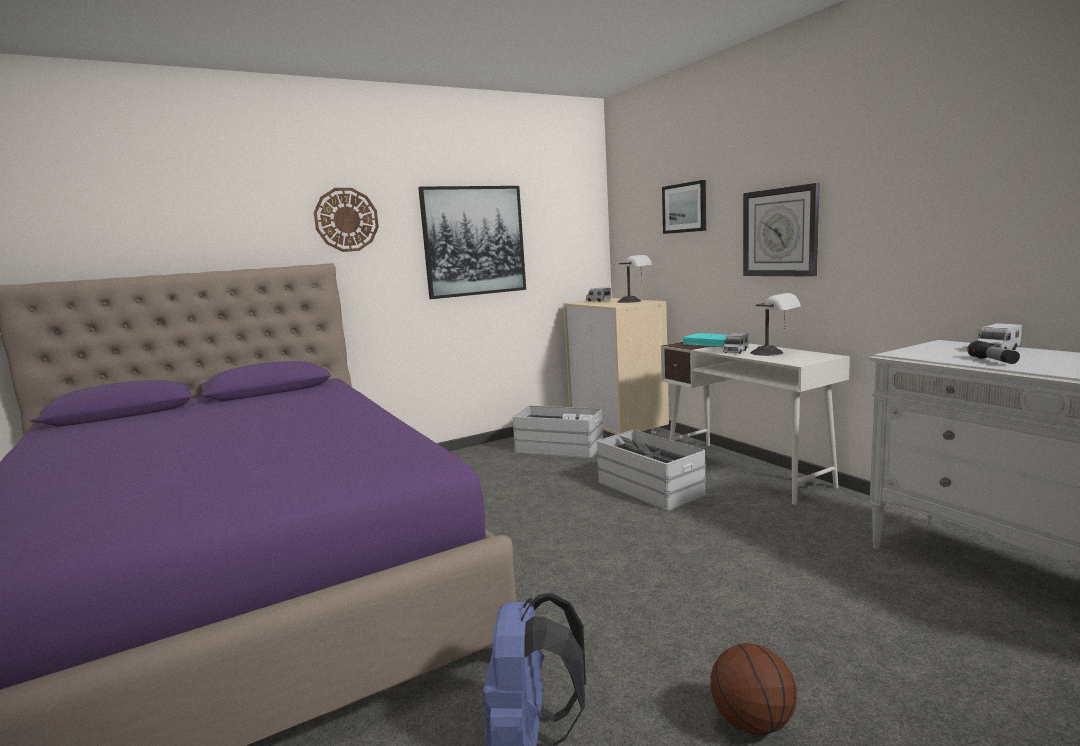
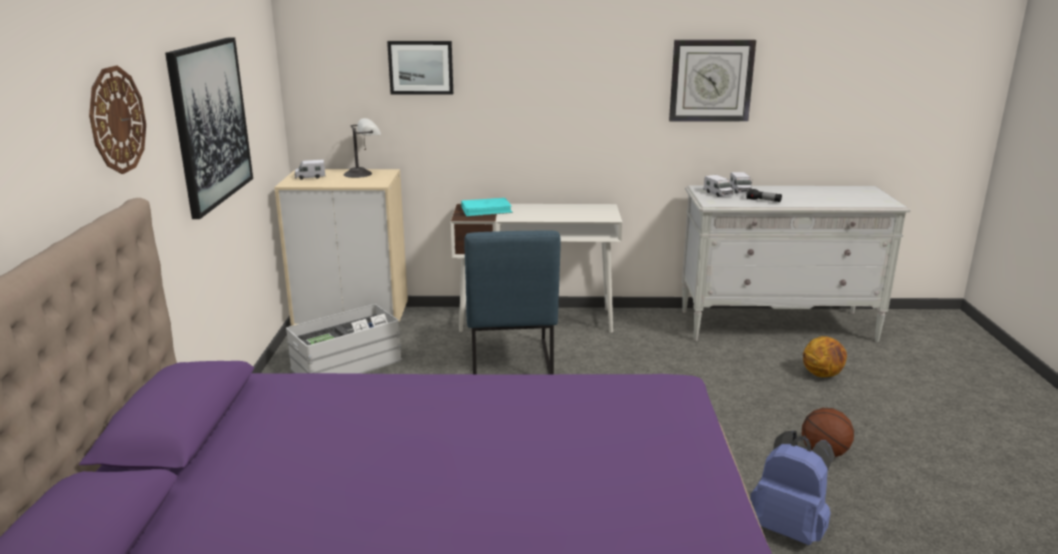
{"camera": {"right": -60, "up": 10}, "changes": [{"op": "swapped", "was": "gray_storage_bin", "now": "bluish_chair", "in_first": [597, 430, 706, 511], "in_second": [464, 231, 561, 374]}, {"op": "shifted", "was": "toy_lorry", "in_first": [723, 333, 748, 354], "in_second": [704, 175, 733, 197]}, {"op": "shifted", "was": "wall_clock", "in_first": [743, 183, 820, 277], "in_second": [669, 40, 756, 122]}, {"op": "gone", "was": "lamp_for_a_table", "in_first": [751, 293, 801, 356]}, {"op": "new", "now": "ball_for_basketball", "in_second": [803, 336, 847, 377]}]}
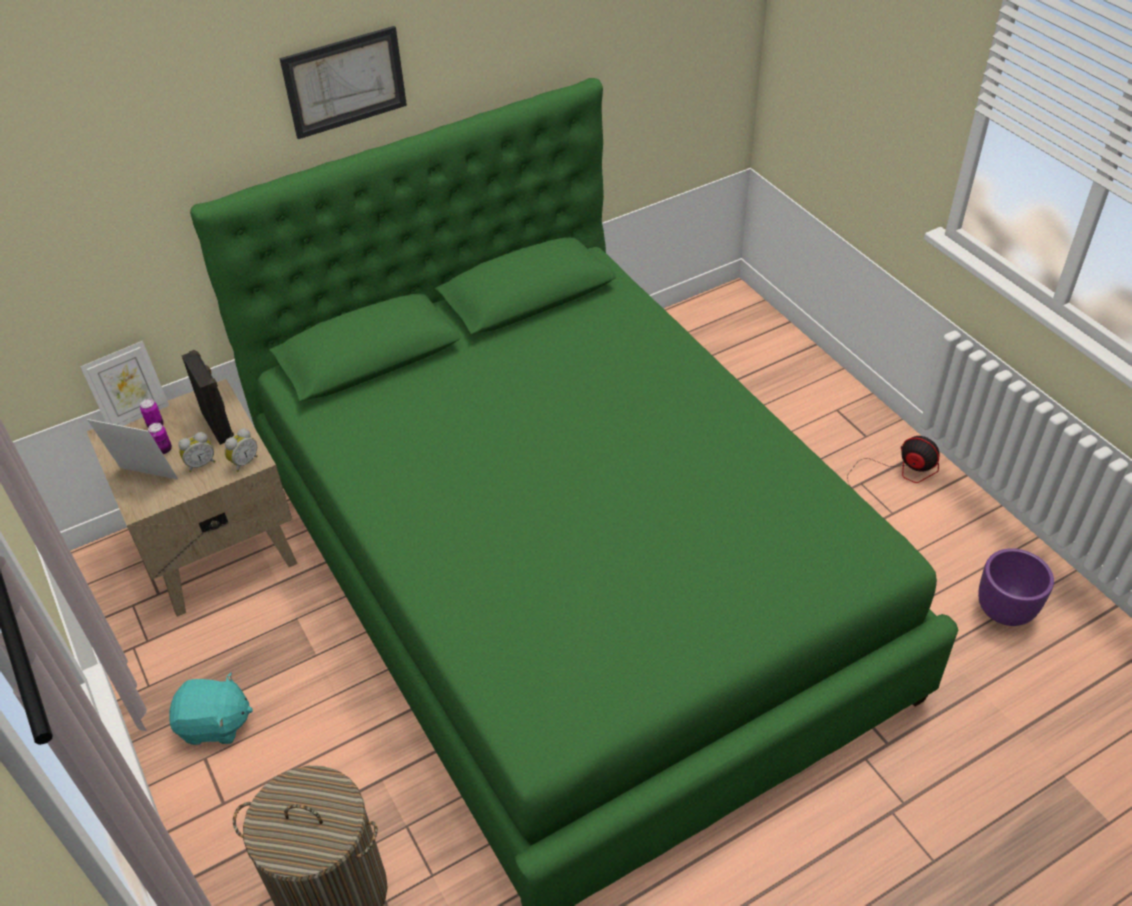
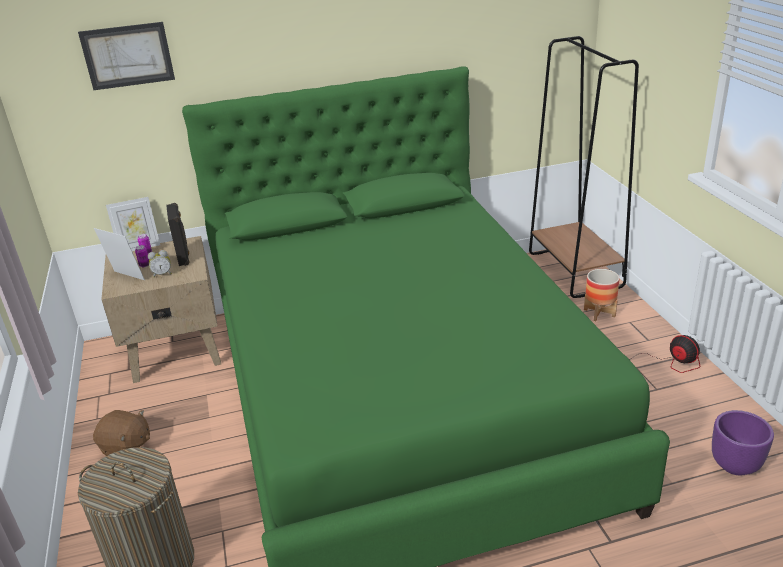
{"camera": {"right": 15, "up": -15}, "changes": [{"op": "repainted", "was": "blue-green_soft_toy", "now": "brown-coloured_soft_toy", "in_first": [169, 673, 253, 745], "in_second": [93, 410, 150, 456]}, {"op": "gone", "was": "alarm_clock", "in_first": [225, 428, 258, 472]}, {"op": "shifted", "was": "wall_picture", "in_first": [280, 26, 407, 139], "in_second": [78, 22, 175, 90]}, {"op": "new", "now": "garment_stand", "in_second": [529, 36, 639, 298]}, {"op": "new", "now": "planter", "in_second": [584, 269, 620, 321]}]}
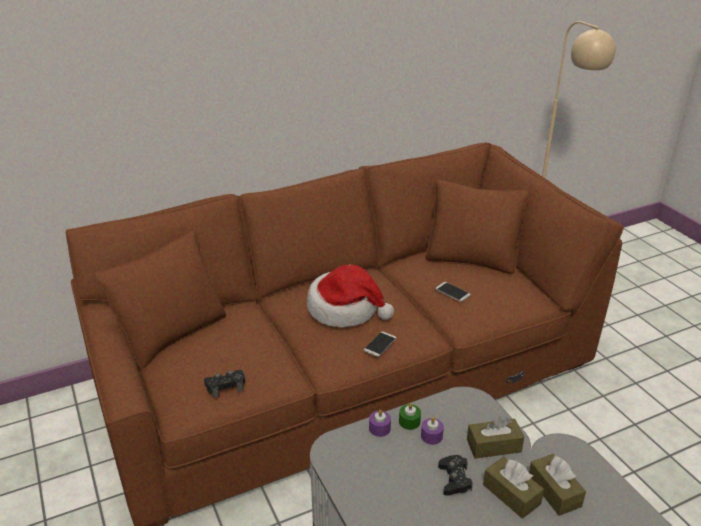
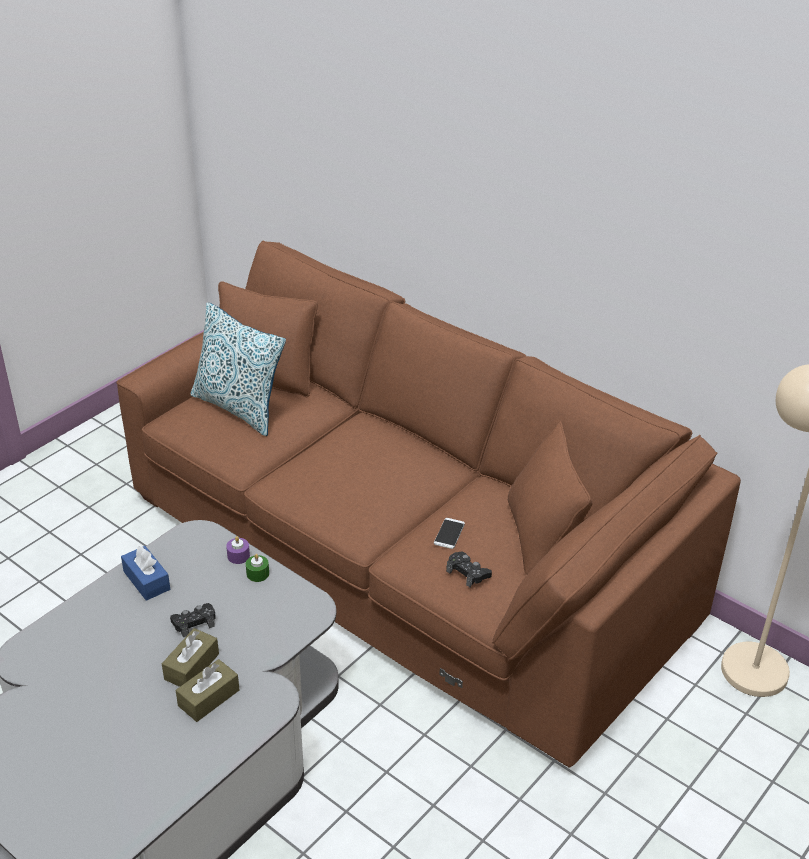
{"camera": {"right": 65, "up": 5}, "changes": [{"op": "shifted", "was": "blackish_joypad", "in_first": [204, 370, 245, 398], "in_second": [446, 552, 492, 587]}, {"op": "gone", "was": "clothing_hat", "in_first": [307, 264, 394, 327]}, {"op": "gone", "was": "telephone", "in_first": [364, 331, 396, 357]}, {"op": "gone", "was": "purplish_wax_candle", "in_first": [421, 417, 444, 445]}, {"op": "gone", "was": "brown-coloured_box_of_tissues", "in_first": [467, 417, 524, 459]}, {"op": "new", "now": "bluish_box_of_tissues", "in_second": [121, 546, 170, 601]}, {"op": "new", "now": "pillow", "in_second": [191, 302, 286, 436]}]}
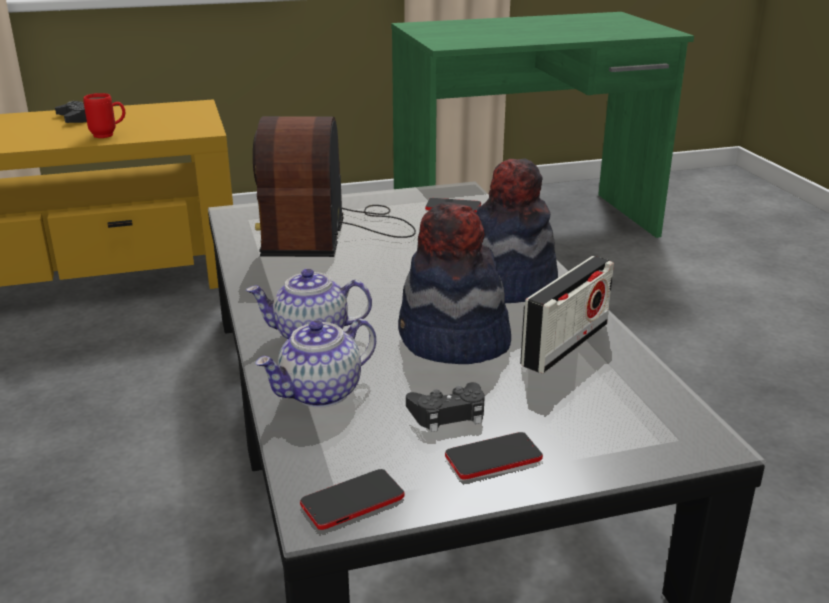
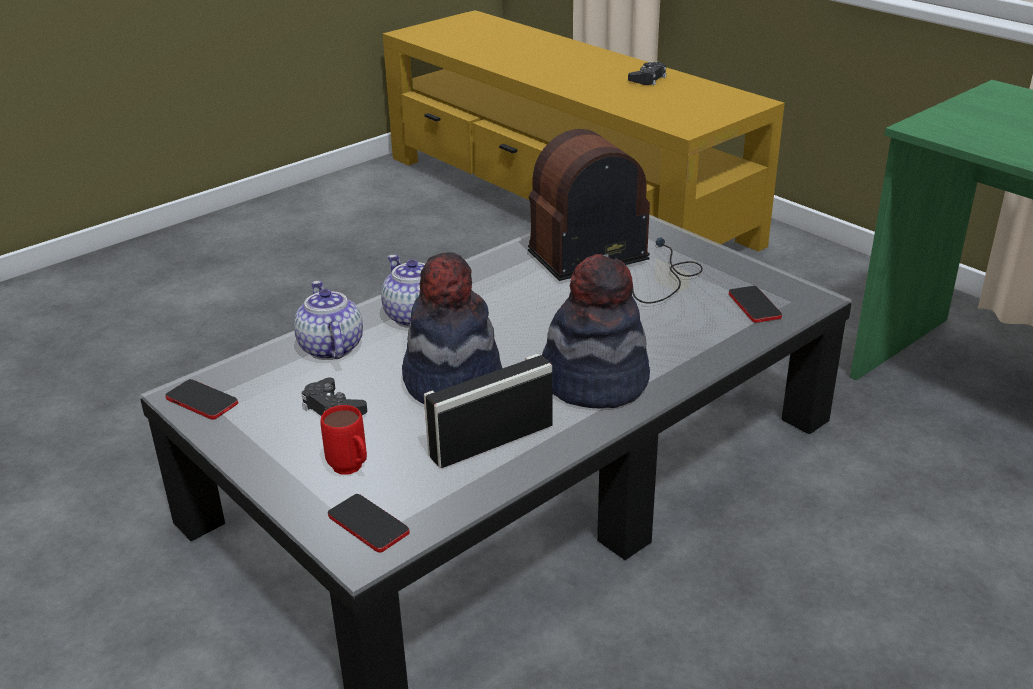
{"camera": {"right": 65, "up": 5}, "changes": [{"op": "shifted", "was": "reddish_coffee_mug", "in_first": [83, 93, 126, 138], "in_second": [320, 405, 367, 475]}, {"op": "rotated", "was": "teapot", "in_first": [255, 319, 376, 408], "in_second": [294, 281, 363, 360], "clockwise": 45}, {"op": "shifted", "was": "telephone", "in_first": [445, 432, 543, 480], "in_second": [328, 494, 410, 552]}, {"op": "rotated", "was": "radio", "in_first": [520, 256, 614, 374], "in_second": [424, 354, 552, 468], "clockwise": 135}]}
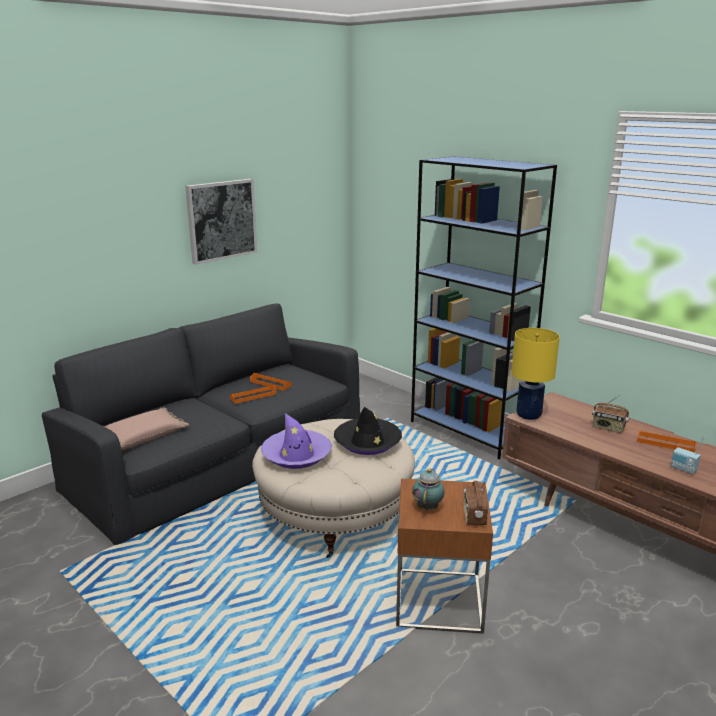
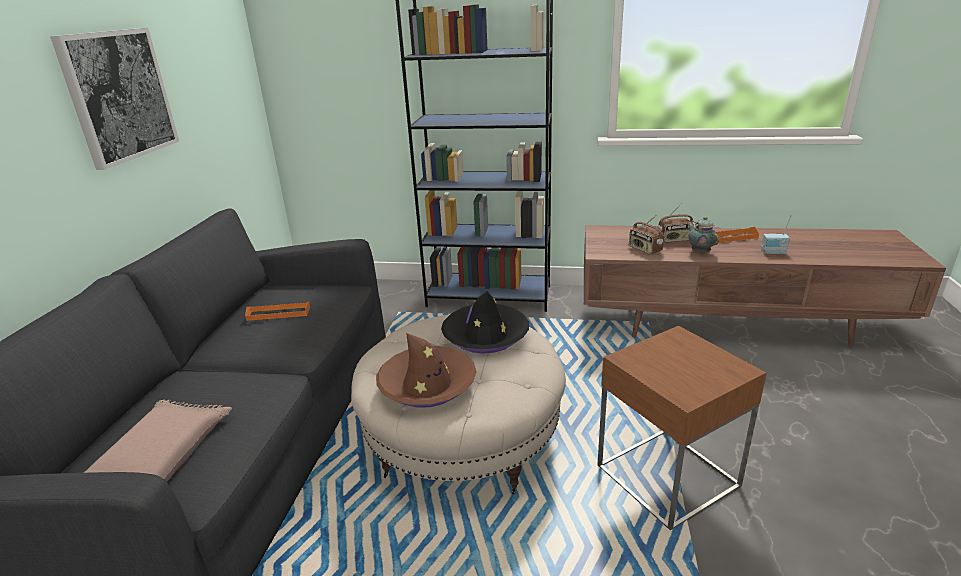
{"camera": {"right": -35, "up": 5}, "changes": [{"op": "gone", "was": "orange-coloured_tray", "in_first": [230, 385, 276, 404]}, {"op": "repainted", "was": "purplish_clothing_hat", "now": "brown-coloured_clothing_hat", "in_first": [261, 413, 332, 469], "in_second": [376, 333, 476, 408]}, {"op": "shifted", "was": "teapot", "in_first": [412, 468, 445, 510], "in_second": [687, 216, 719, 254]}, {"op": "shifted", "was": "radio", "in_first": [463, 481, 488, 525], "in_second": [629, 214, 664, 254]}, {"op": "gone", "was": "yellow_lamp_for_a_table", "in_first": [511, 328, 560, 420]}]}
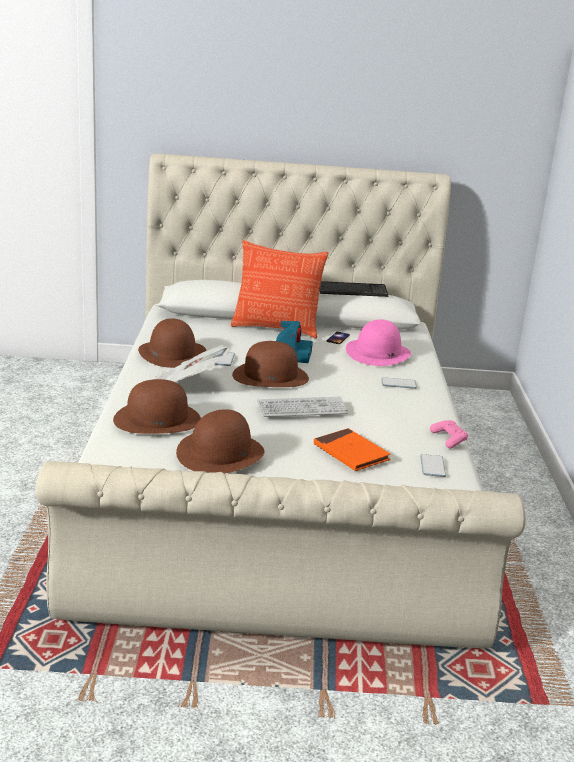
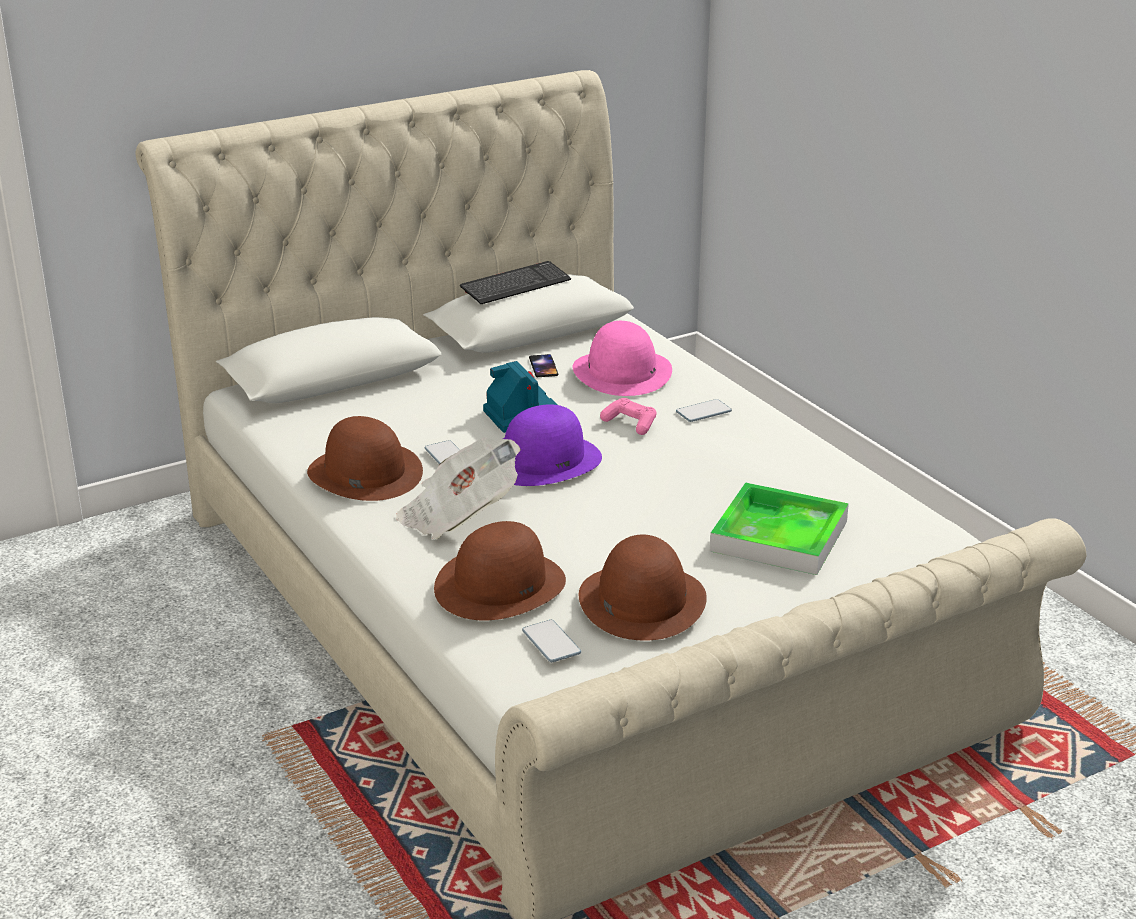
{"camera": {"right": -30, "up": 5}, "changes": [{"op": "gone", "was": "orange-coloured_pillow", "in_first": [231, 240, 328, 339]}, {"op": "repainted", "was": "brown-coloured_clothing_hat", "now": "purplish_clothing_hat", "in_first": [232, 341, 309, 387], "in_second": [503, 404, 602, 486]}, {"op": "gone", "was": "keyboard", "in_first": [257, 397, 349, 417]}, {"op": "swapped", "was": "orange-coloured_book", "now": "tray", "in_first": [314, 428, 391, 471], "in_second": [710, 482, 849, 575]}, {"op": "shifted", "was": "telephone", "in_first": [420, 454, 446, 477], "in_second": [522, 620, 581, 662]}, {"op": "shifted", "was": "pinkish_joypad", "in_first": [430, 420, 468, 449], "in_second": [600, 398, 657, 435]}]}
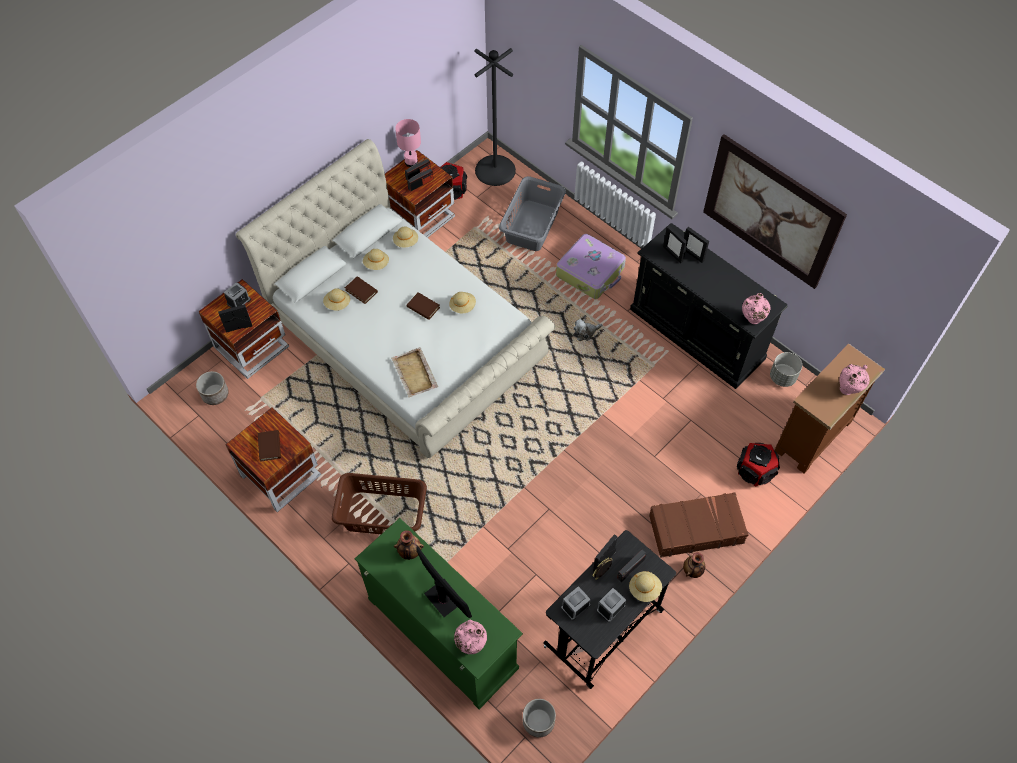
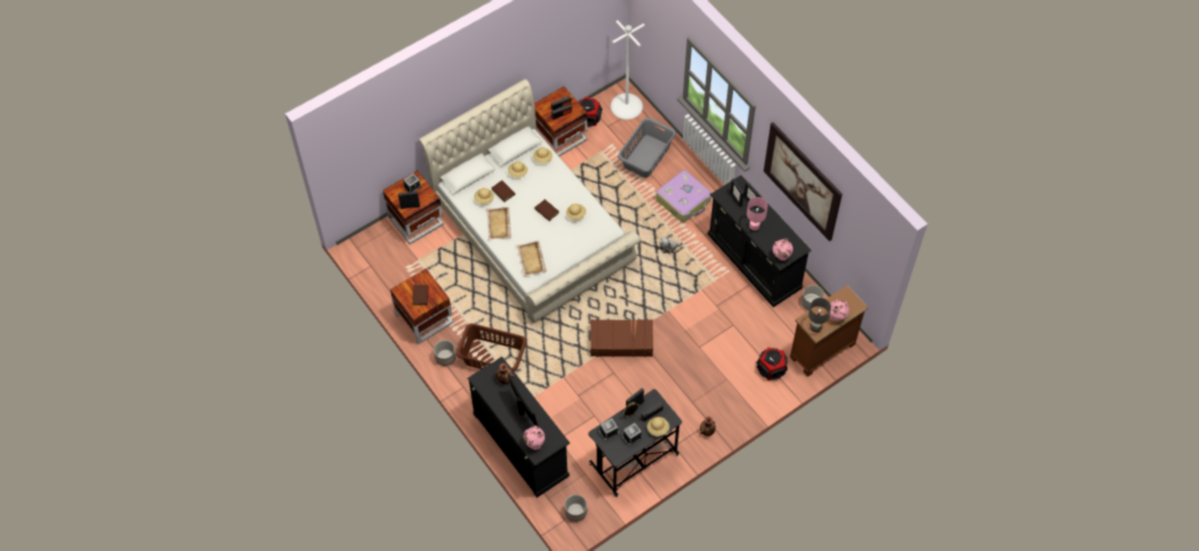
{"camera": {"right": 10, "up": 0}, "changes": [{"op": "shifted", "was": "planter", "in_first": [196, 371, 229, 405], "in_second": [434, 340, 456, 366]}, {"op": "repainted", "was": "green-coloured_cabinet", "now": "blackish_cabinet", "in_first": [355, 518, 523, 709], "in_second": [467, 357, 570, 497]}, {"op": "shifted", "was": "pinkish_lamp_for_a_table", "in_first": [395, 119, 421, 167], "in_second": [747, 197, 768, 232]}, {"op": "repainted", "was": "blackish_garment_stand", "now": "whitish_garment_stand", "in_first": [474, 48, 516, 186], "in_second": [610, 20, 645, 120]}, {"op": "shifted", "was": "brown-coloured_piece_of_luggage", "in_first": [649, 492, 749, 558], "in_second": [590, 319, 653, 357]}, {"op": "new", "now": "sand-coloured_tray", "in_second": [486, 207, 511, 239]}, {"op": "new", "now": "gray_lamp_for_a_table", "in_second": [809, 298, 831, 332]}]}
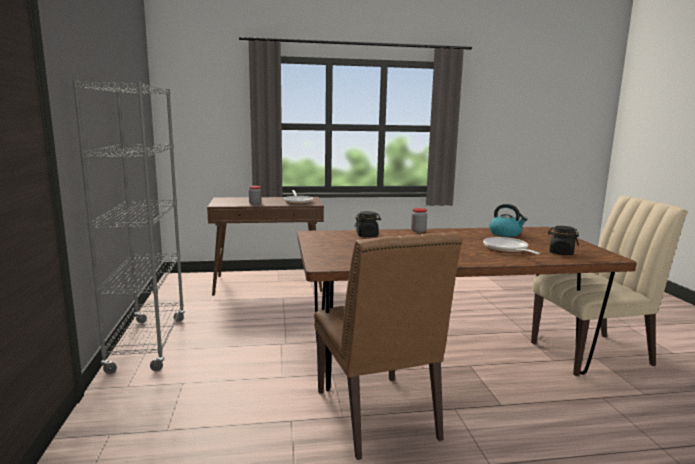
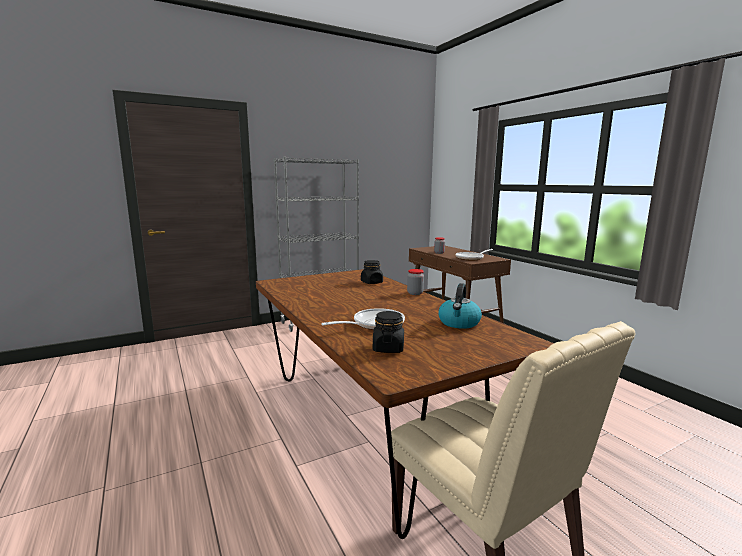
{"camera": {"right": 70, "up": 0}, "changes": [{"op": "gone", "was": "brown-coloured_chair", "in_first": [314, 232, 463, 460]}]}
